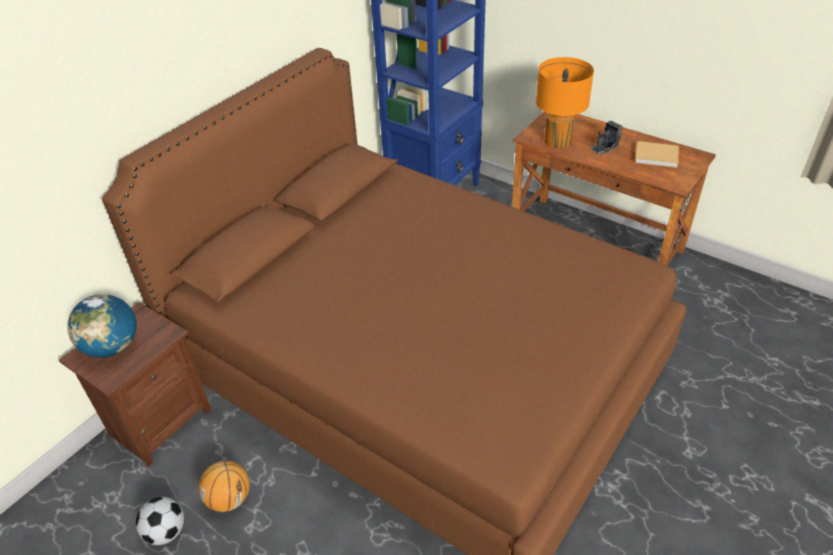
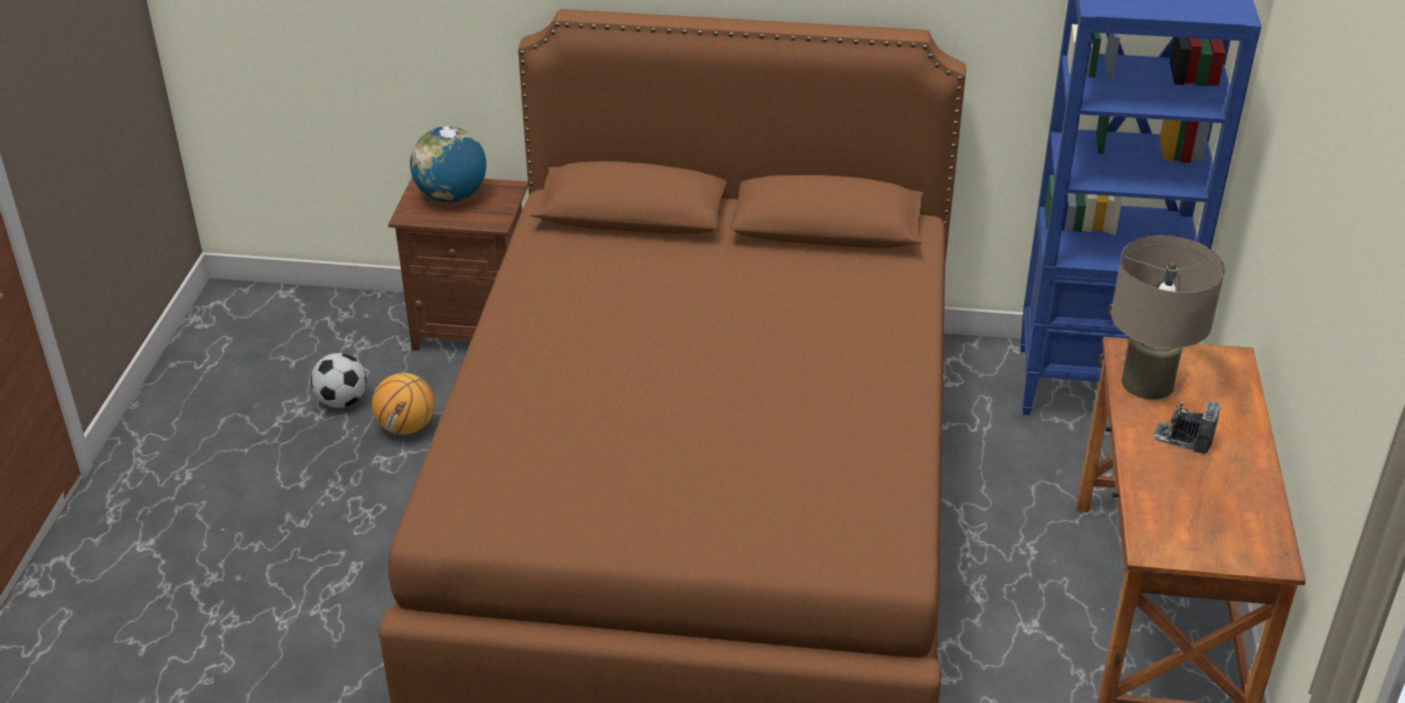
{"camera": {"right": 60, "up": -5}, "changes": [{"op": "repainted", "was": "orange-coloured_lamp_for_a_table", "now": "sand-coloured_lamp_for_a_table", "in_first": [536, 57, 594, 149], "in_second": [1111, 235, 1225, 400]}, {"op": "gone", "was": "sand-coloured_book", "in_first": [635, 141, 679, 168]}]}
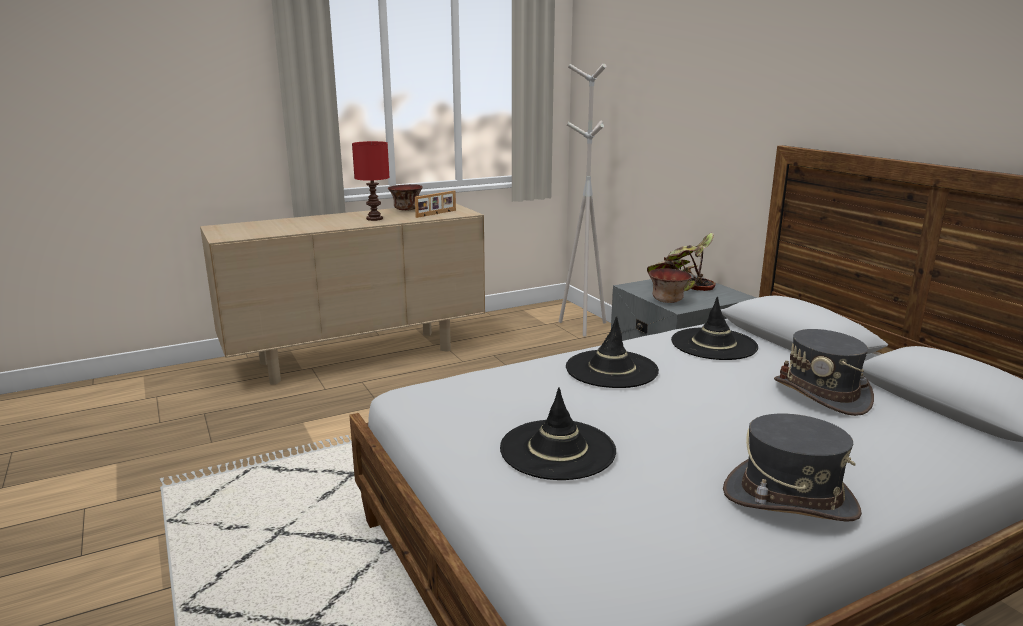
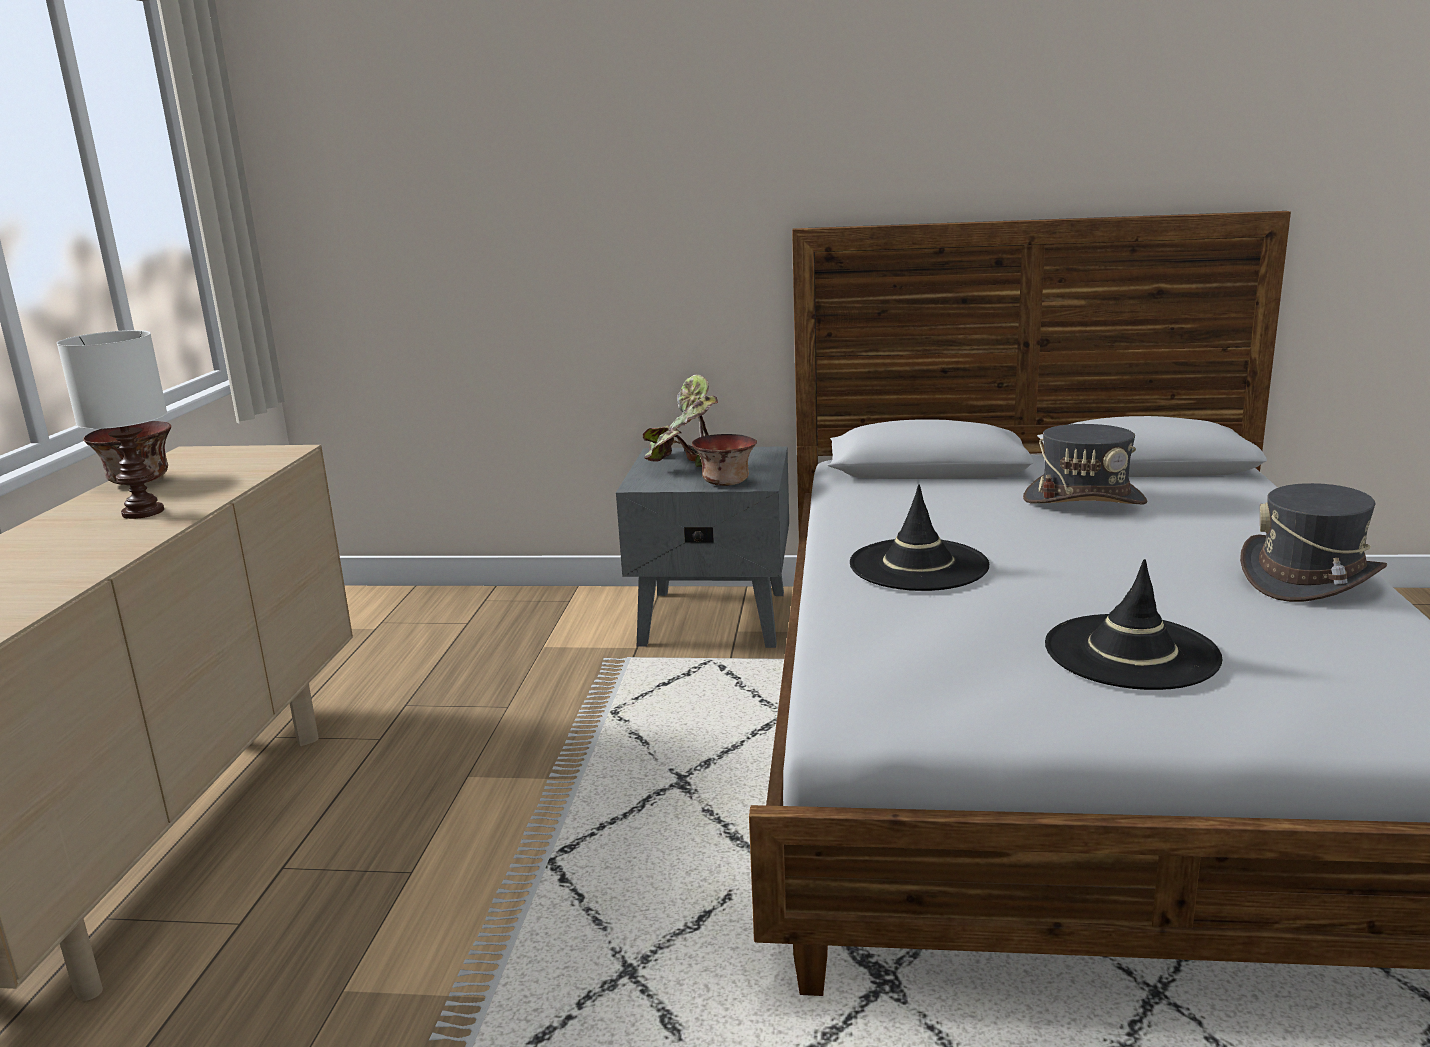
{"camera": {"right": -55, "up": 0}, "changes": [{"op": "repainted", "was": "reddish_lamp_for_a_table", "now": "whitish_lamp_for_a_table", "in_first": [352, 141, 390, 221], "in_second": [57, 330, 167, 519]}, {"op": "gone", "was": "photo_frame", "in_first": [415, 191, 456, 218]}, {"op": "gone", "was": "gray_garment_stand", "in_first": [559, 64, 607, 337]}, {"op": "gone", "was": "blackish_clothing_hat", "in_first": [671, 297, 758, 360]}]}
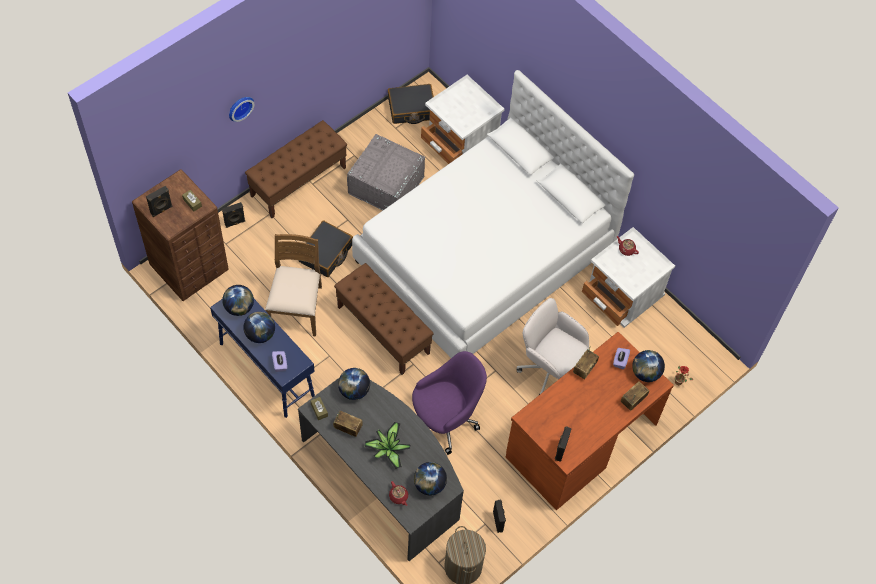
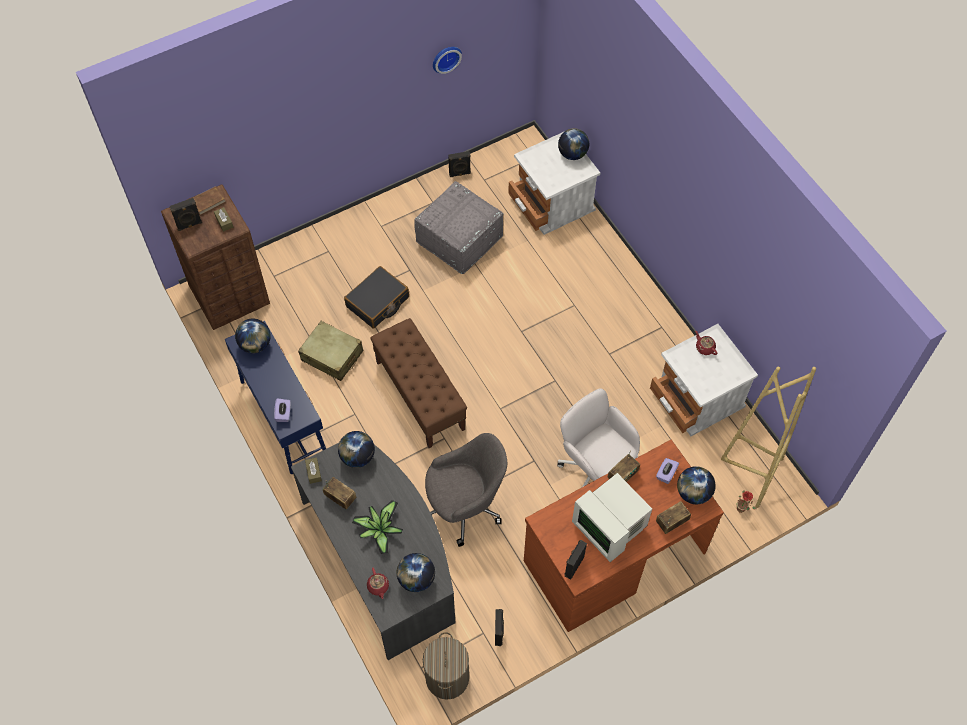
{"camera": {"right": 15, "up": 0}, "changes": [{"op": "shifted", "was": "blackish_speaker", "in_first": [222, 202, 245, 228], "in_second": [448, 151, 471, 177]}, {"op": "shifted", "was": "wall_clock", "in_first": [229, 97, 254, 122], "in_second": [433, 47, 462, 74]}, {"op": "shifted", "was": "world_globe", "in_first": [243, 312, 275, 343], "in_second": [558, 128, 589, 160]}, {"op": "gone", "was": "brown-coloured_indoor_bench", "in_first": [245, 120, 347, 218]}, {"op": "swapped", "was": "brown-coloured_chair", "now": "sand-coloured_piece_of_luggage", "in_first": [265, 234, 322, 336], "in_second": [298, 321, 363, 381]}, {"op": "gone", "was": "whitish_sleeping_bed", "in_first": [352, 70, 634, 358]}, {"op": "gone", "was": "blackish_piece_of_luggage", "in_first": [388, 84, 434, 124]}, {"op": "repainted", "was": "purplish_desk_chair", "now": "gray_desk_chair", "in_first": [412, 351, 487, 455], "in_second": [425, 433, 507, 547]}, {"op": "new", "now": "brown-coloured_book", "in_second": [193, 186, 226, 216]}, {"op": "new", "now": "monitor", "in_second": [572, 473, 652, 562]}, {"op": "new", "now": "yellow_garment_stand", "in_second": [721, 367, 816, 508]}]}
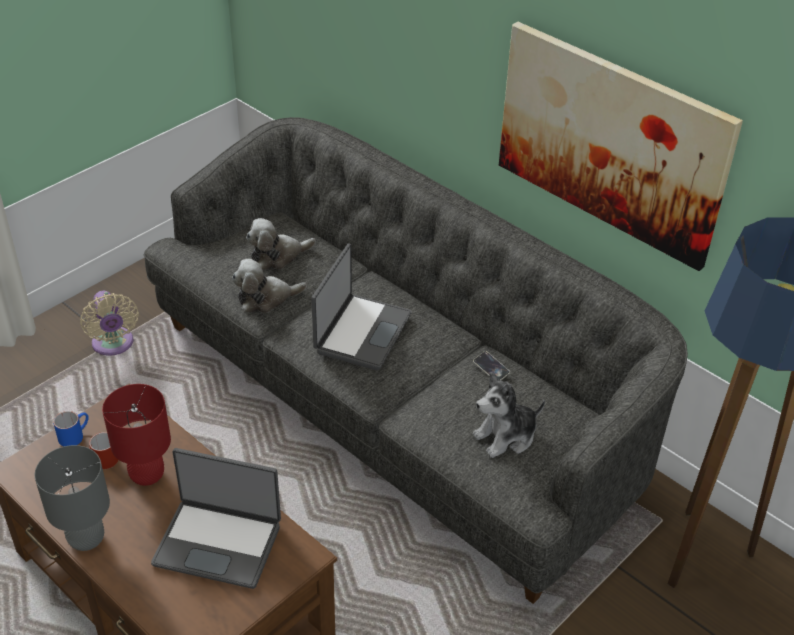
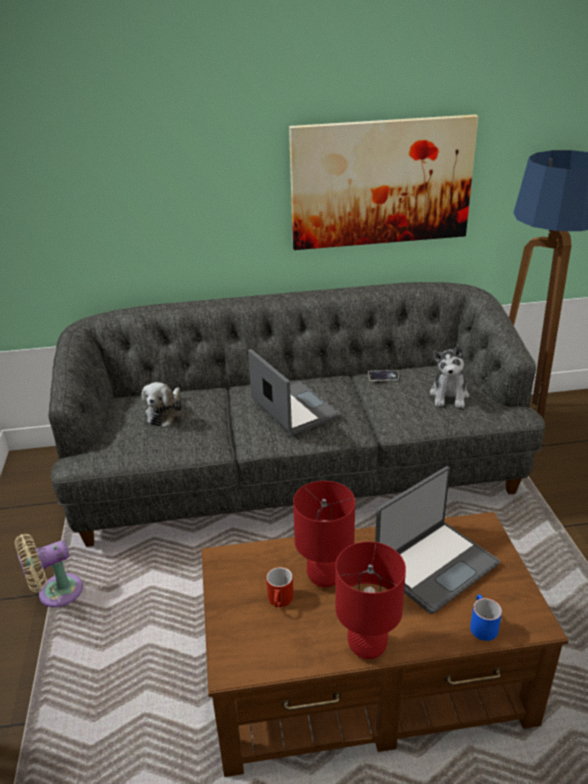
{"camera": {"right": -50, "up": -10}, "changes": [{"op": "repainted", "was": "gray_lamp_for_a_table", "now": "reddish_lamp_for_a_table", "in_first": [35, 445, 110, 551], "in_second": [335, 542, 406, 659]}, {"op": "shifted", "was": "bluish_coffee_mug", "in_first": [53, 411, 89, 447], "in_second": [470, 594, 502, 641]}, {"op": "rotated", "was": "sand-coloured_fan", "in_first": [80, 291, 139, 356], "in_second": [15, 534, 83, 607], "clockwise": 135}, {"op": "gone", "was": "soft_toy", "in_first": [232, 259, 307, 313]}]}
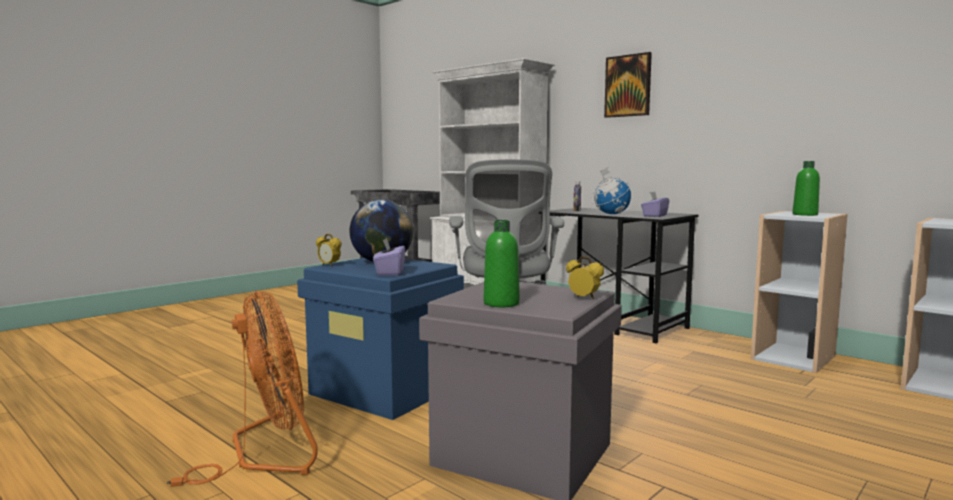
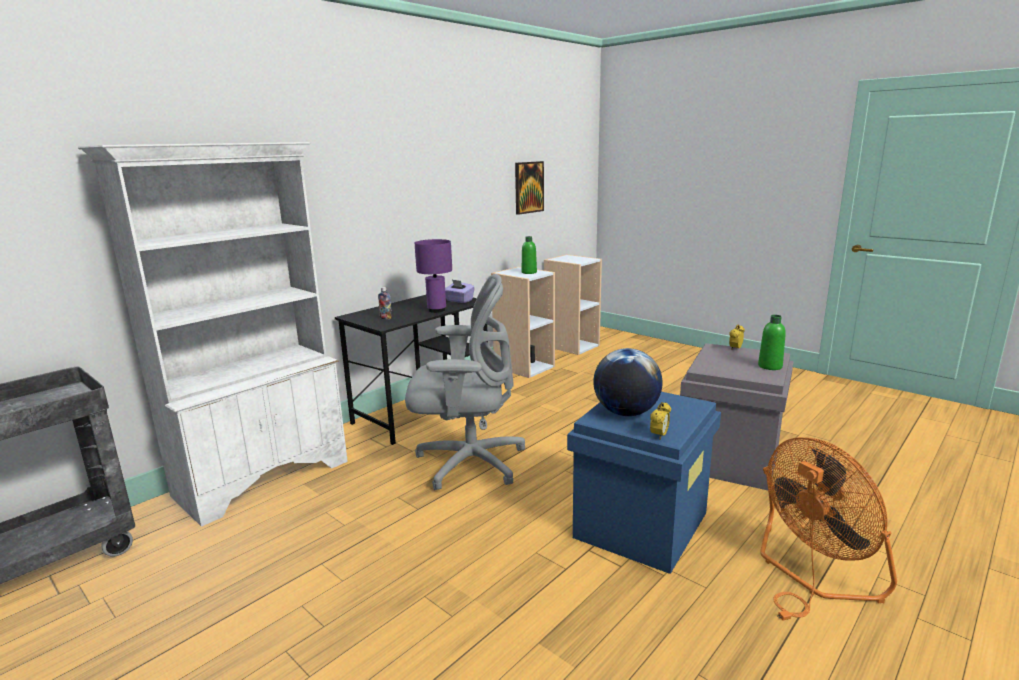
{"camera": {"right": -90, "up": 10}, "changes": [{"op": "rotated", "was": "orange-coloured_fan", "in_first": [167, 291, 318, 487], "in_second": [760, 437, 897, 621], "clockwise": 90}, {"op": "gone", "was": "purplish_box_of_tissues", "in_first": [373, 238, 405, 276]}, {"op": "swapped", "was": "world_globe", "now": "purplish_lamp_for_a_table", "in_first": [592, 167, 631, 214], "in_second": [415, 239, 452, 313]}, {"op": "shifted", "was": "wall_picture", "in_first": [604, 52, 652, 118], "in_second": [515, 161, 544, 215]}]}
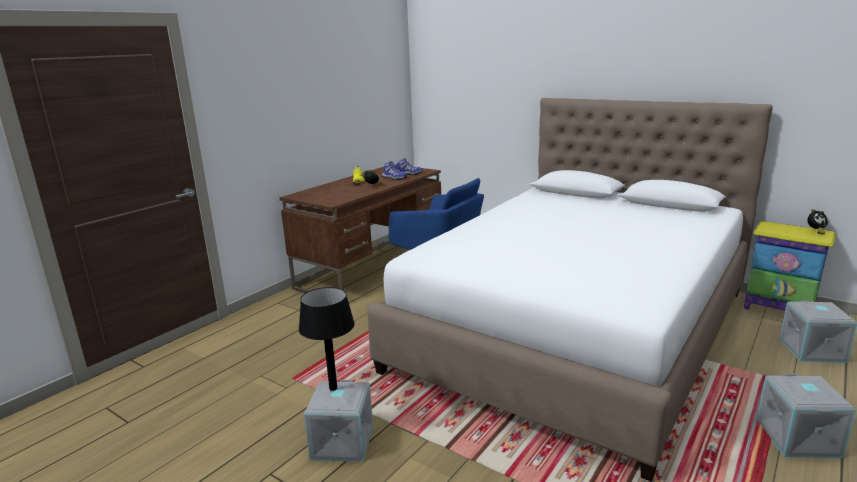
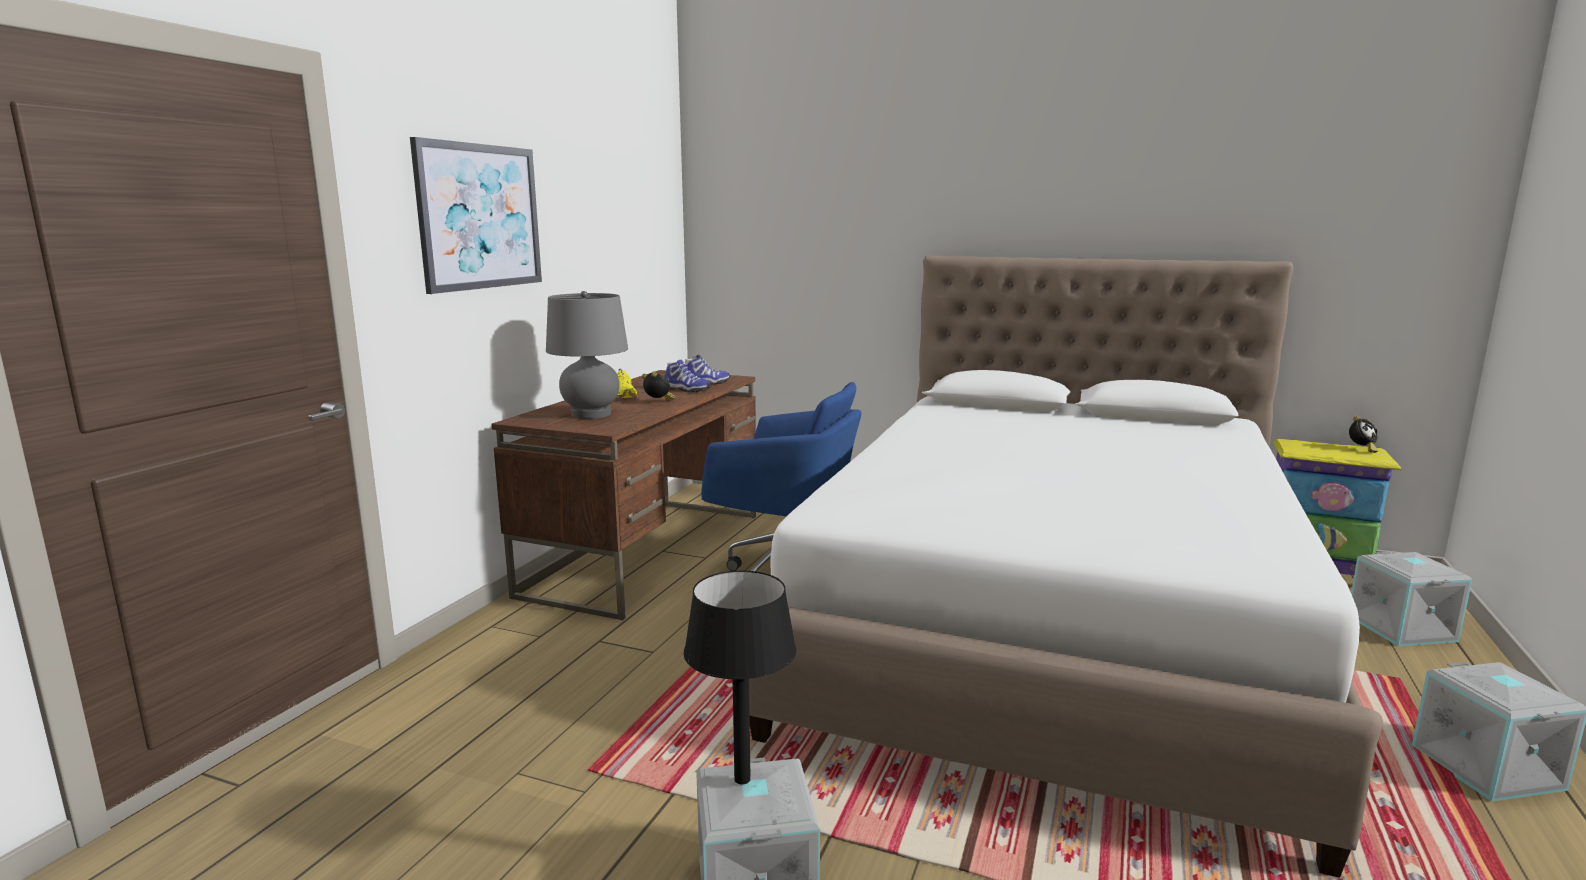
{"camera": {"right": -15, "up": -5}, "changes": [{"op": "new", "now": "wall_picture", "in_second": [410, 137, 542, 294]}, {"op": "new", "now": "gray_lamp_for_a_table", "in_second": [546, 291, 628, 419]}]}
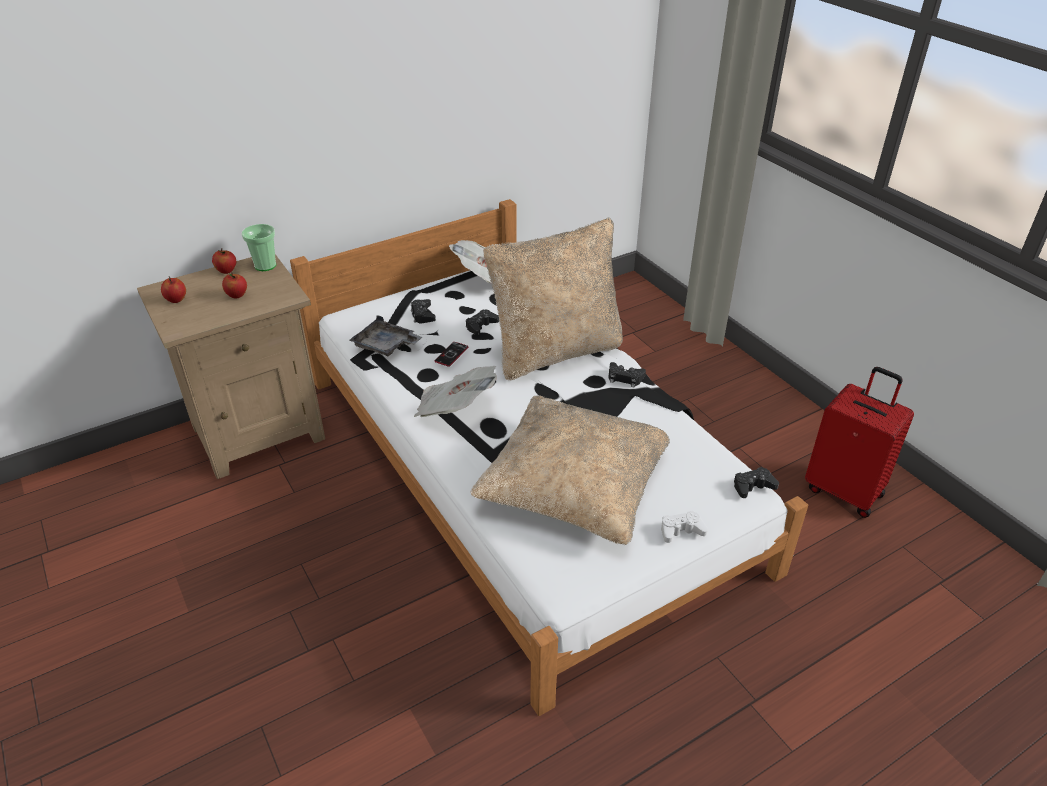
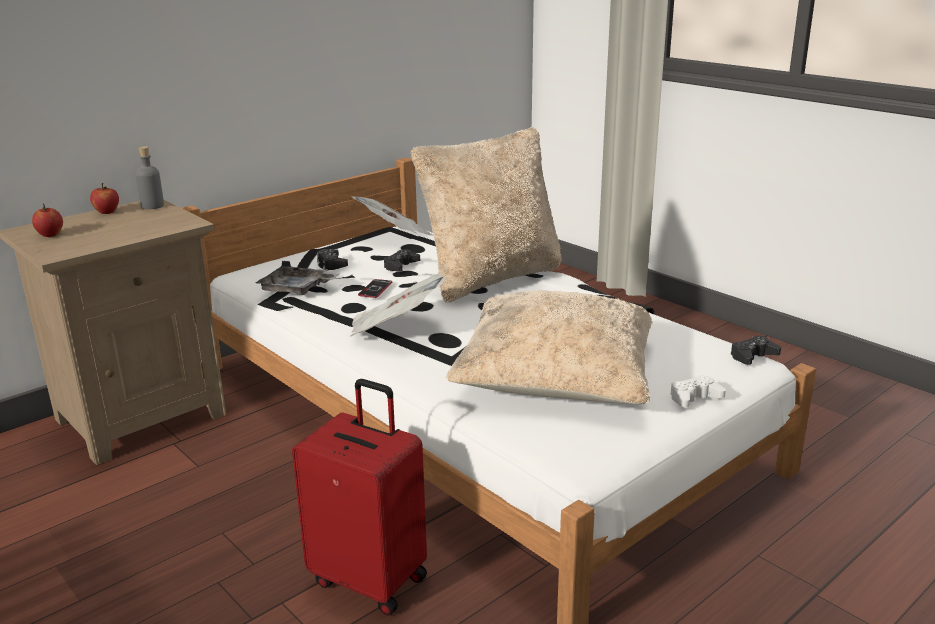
{"camera": {"right": -10, "up": -15}, "changes": [{"op": "gone", "was": "apple", "in_first": [222, 272, 247, 298]}, {"op": "swapped", "was": "small_cup", "now": "gray_bottle", "in_first": [242, 224, 276, 271], "in_second": [136, 146, 164, 209]}, {"op": "gone", "was": "blackish_joypad", "in_first": [609, 362, 646, 388]}, {"op": "shifted", "was": "reddish_piece_of_luggage", "in_first": [805, 367, 914, 518], "in_second": [292, 379, 427, 615]}]}
